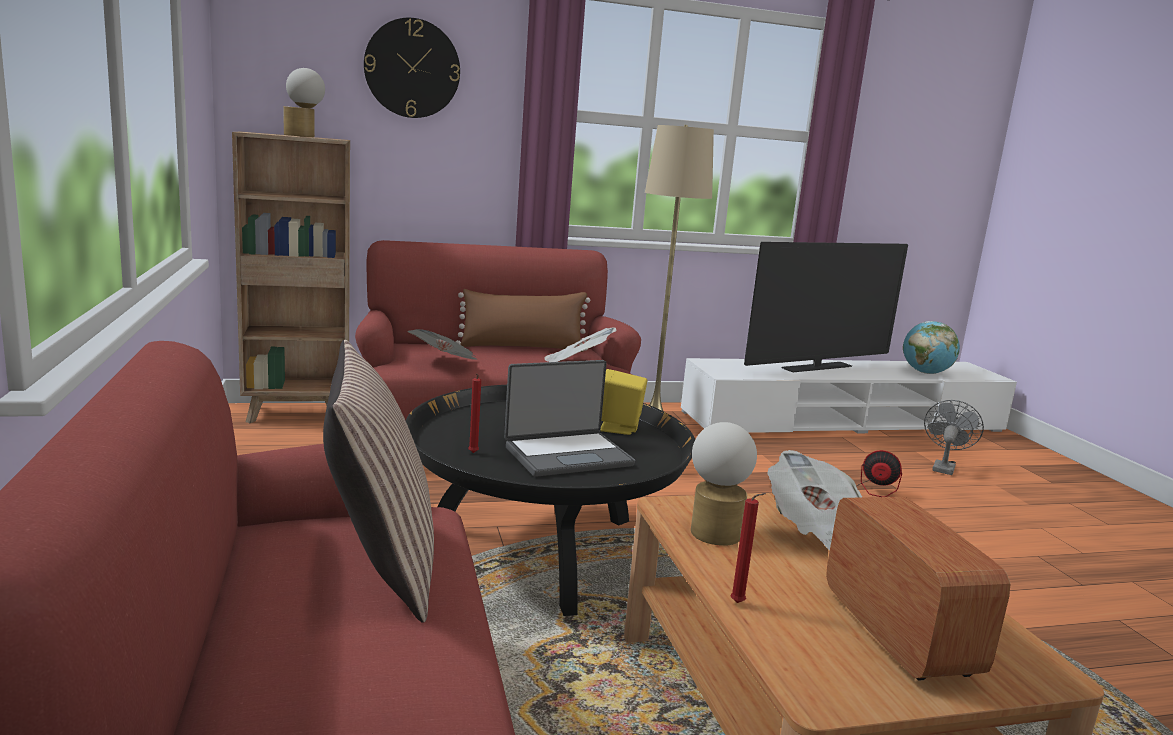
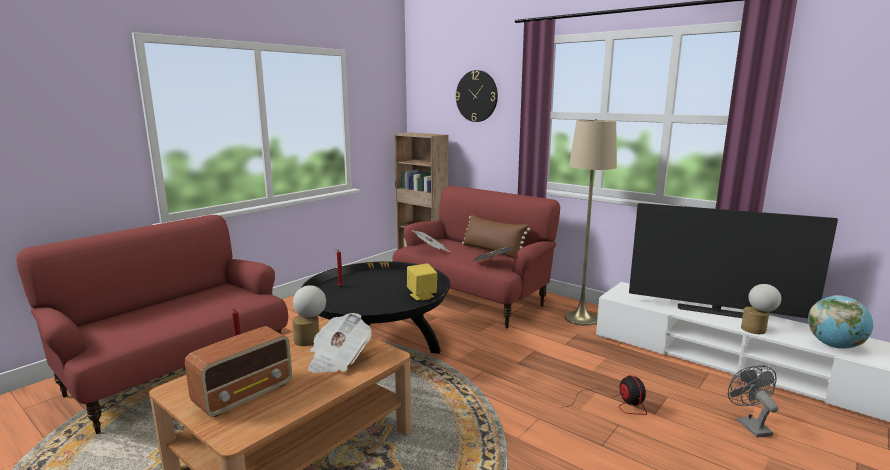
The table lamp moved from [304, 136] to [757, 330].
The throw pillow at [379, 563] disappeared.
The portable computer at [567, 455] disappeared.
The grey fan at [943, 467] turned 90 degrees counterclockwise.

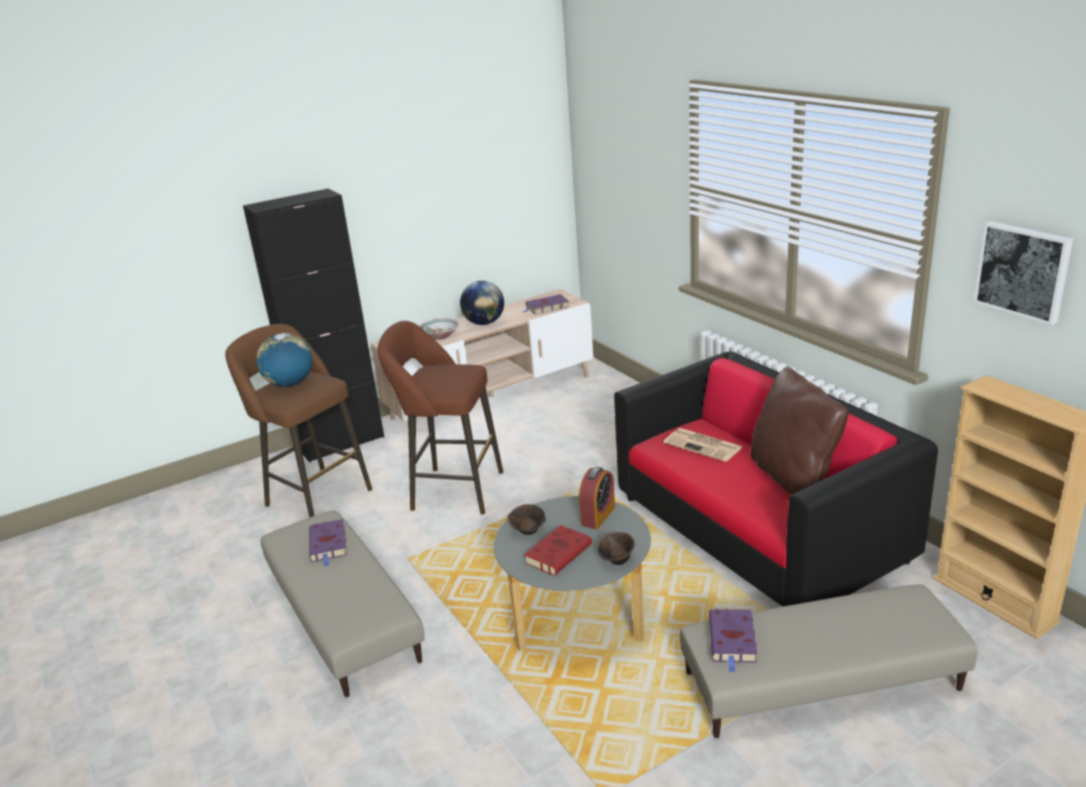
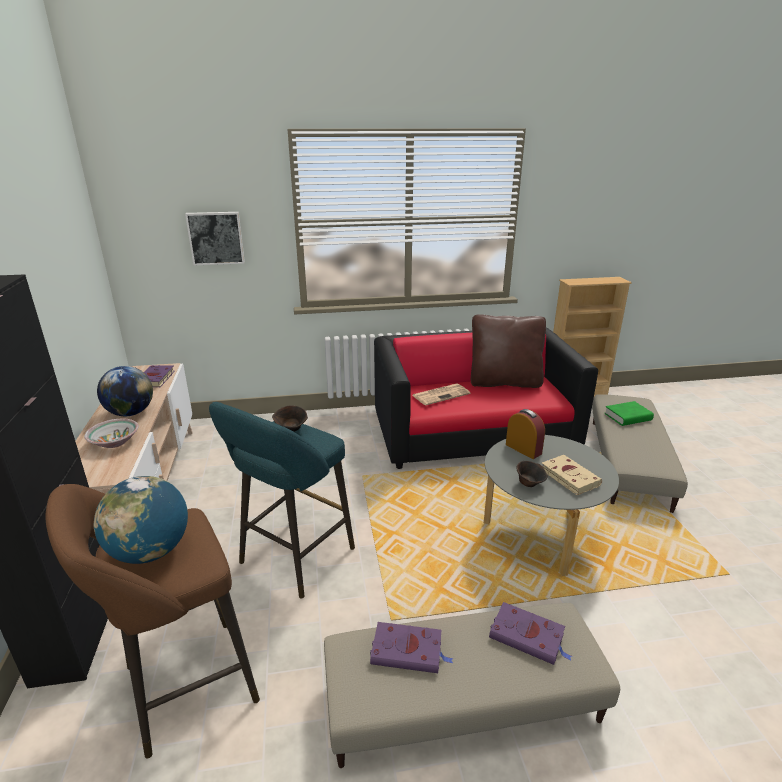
The picture moved from [1023, 270] to [216, 238].
The brown-coloured sitting stool at [452, 490] became the blue-green sitting stool at [293, 559].
The red bound book at [559, 553] became the beige-coloured bound book at [568, 476].
The brown-coloured deep dish moved from [617, 560] to [292, 429].
The purple-coloured bound book moved from [733, 641] to [528, 637].
The green-coloured bound book at [628, 417] appeared.

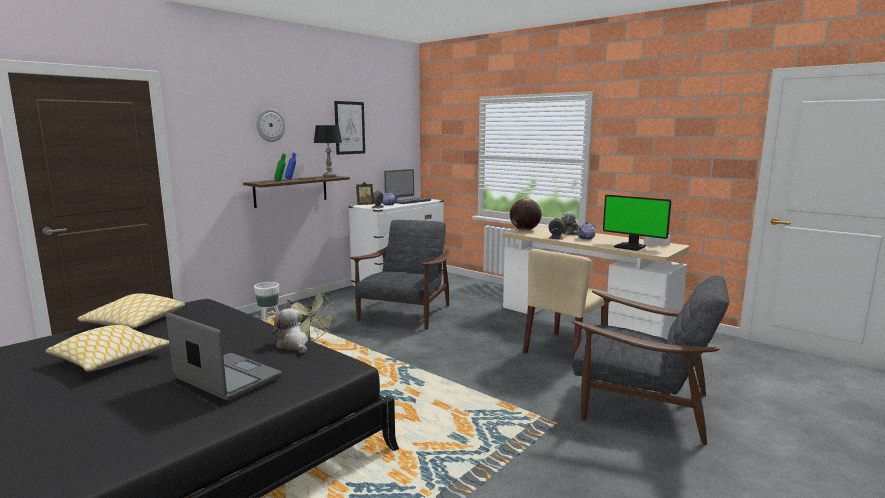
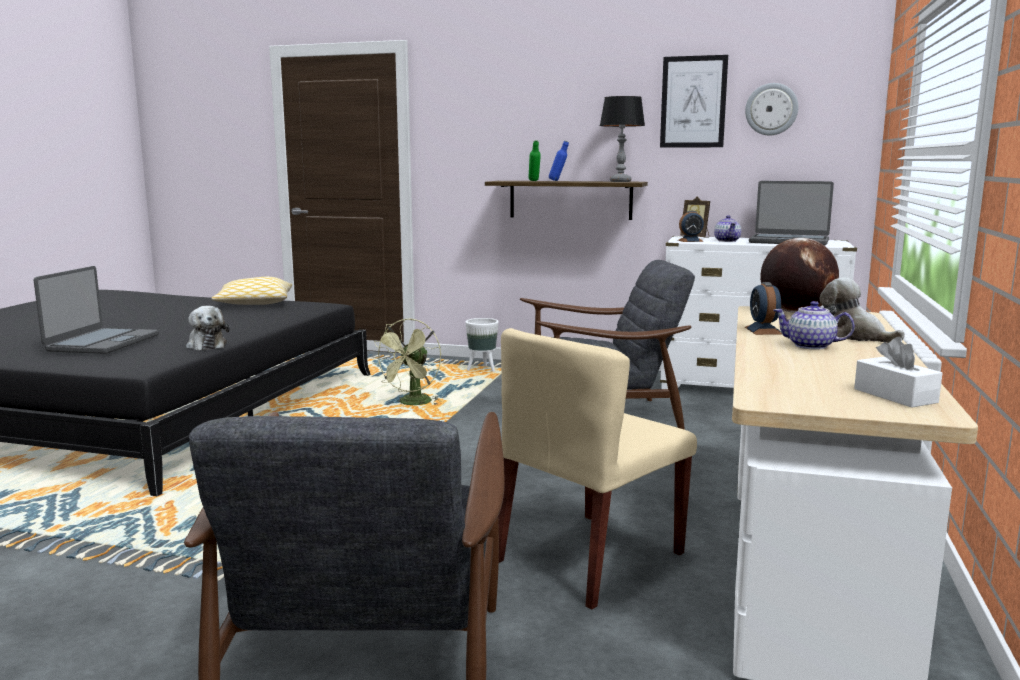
The hanging clock moved from [270, 125] to [771, 109].
The computer display at [631, 247] disappeared.
The beige-coloured upright chair at [564, 349] turned 60 degrees counterclockwise.
The soft toy at [293, 344] turned 120 degrees clockwise.
The throw pillow at [111, 359] disappeared.

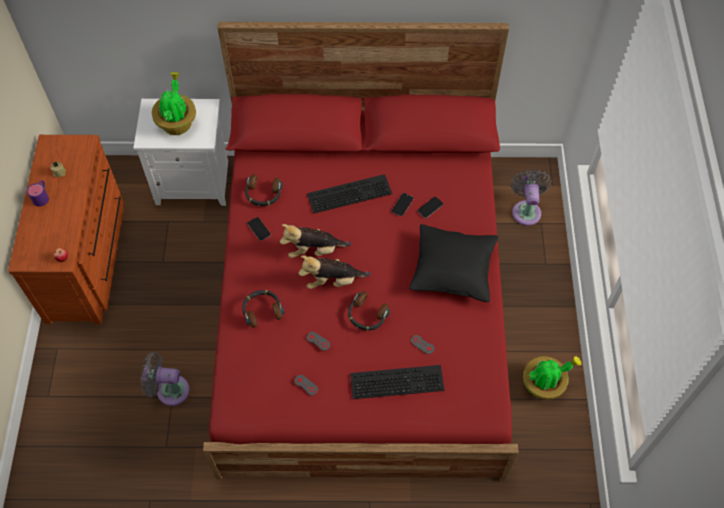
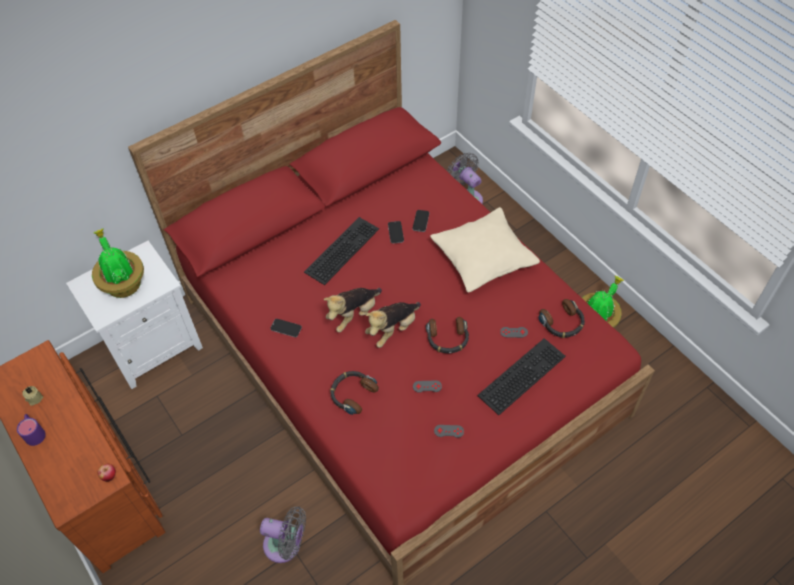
The headset moved from [263, 194] to [562, 323].
The black-coloured throw pillow at [453, 269] became the beige-coloured throw pillow at [483, 257].
The grey fan at [169, 390] turned 135 degrees counterclockwise.

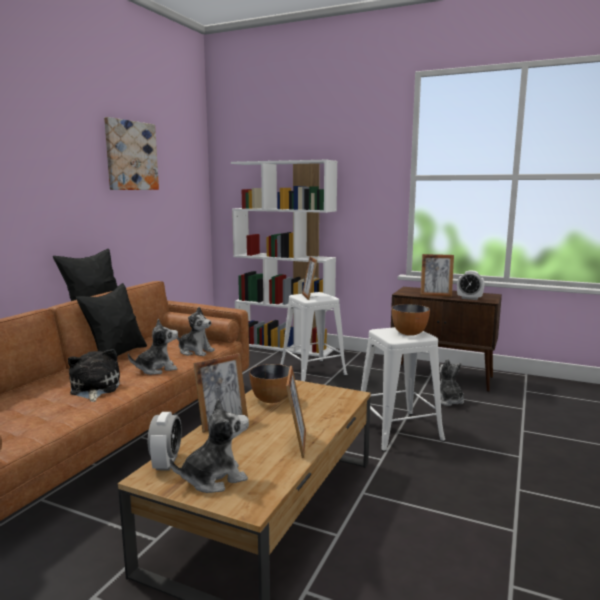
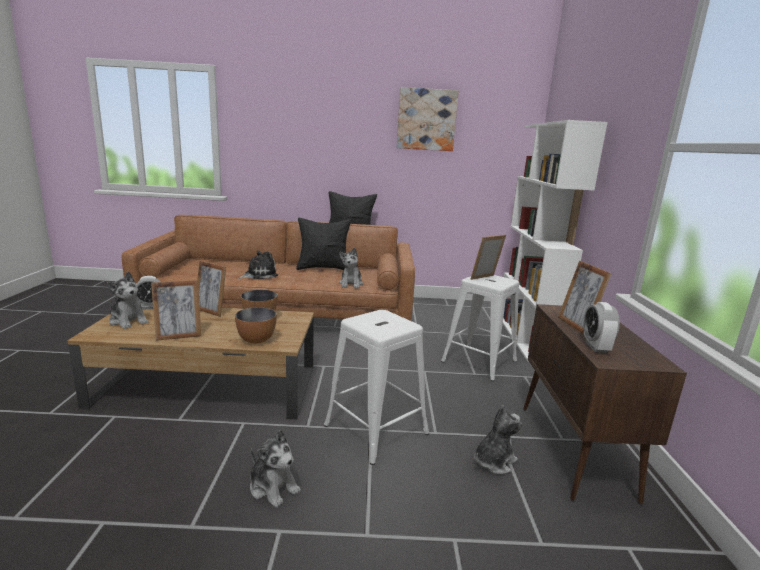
The deep dish moved from [409, 333] to [256, 340].
The soft toy moved from [156, 369] to [273, 487].

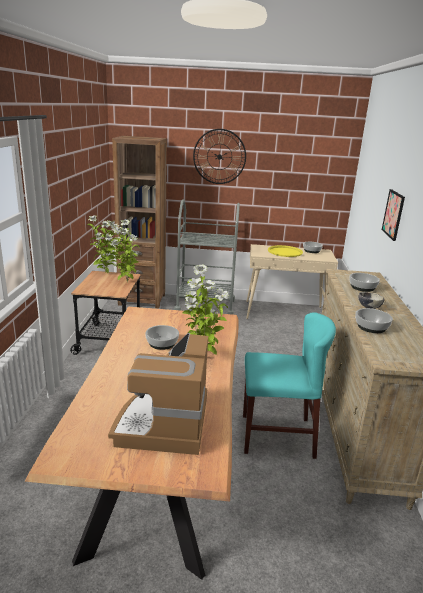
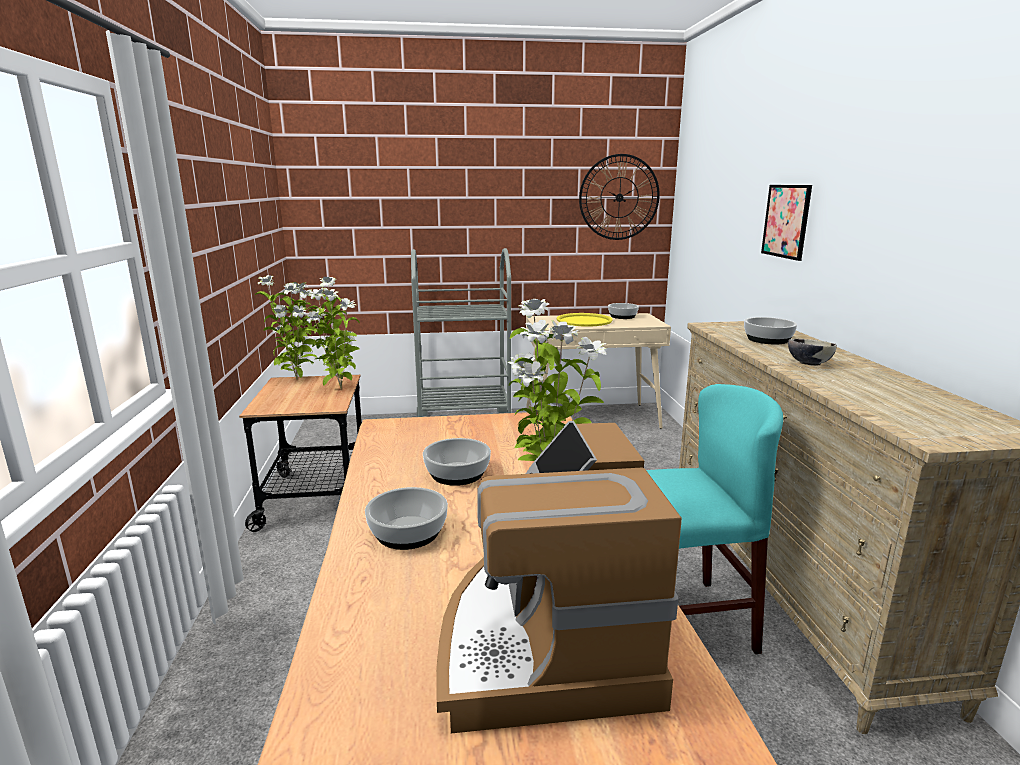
The hanging clock moved from [219, 156] to [619, 197].
The brown-coloured bookcase at [142, 300] disappeared.
The deep dish moved from [371, 327] to [408, 532].

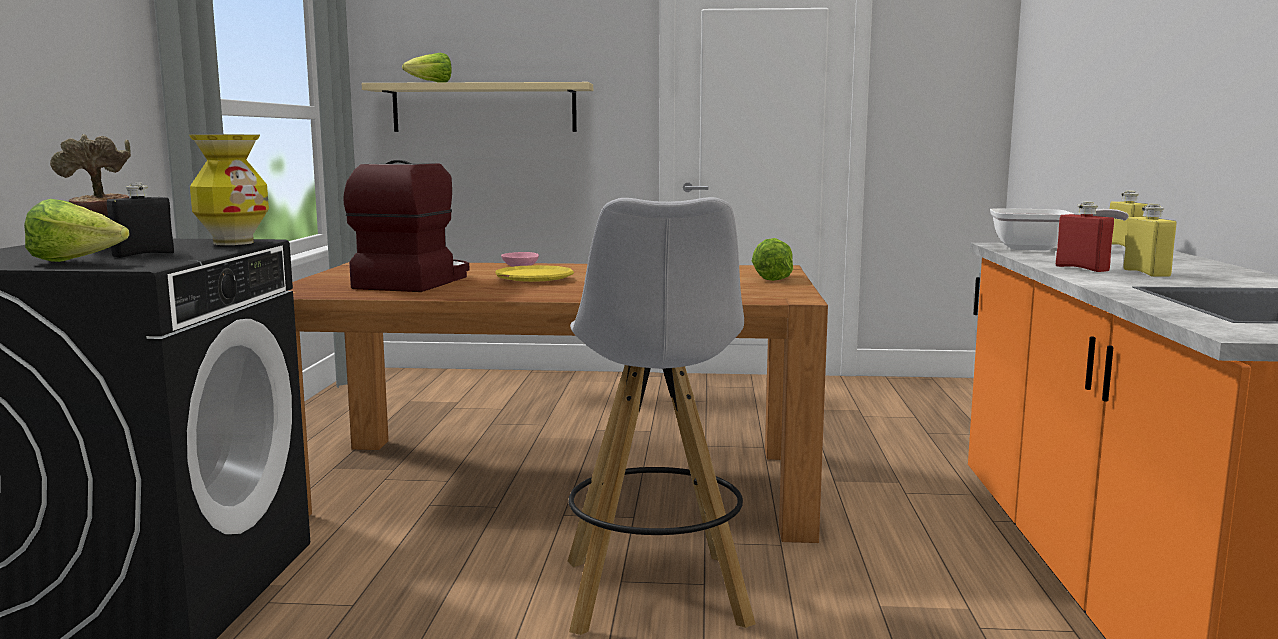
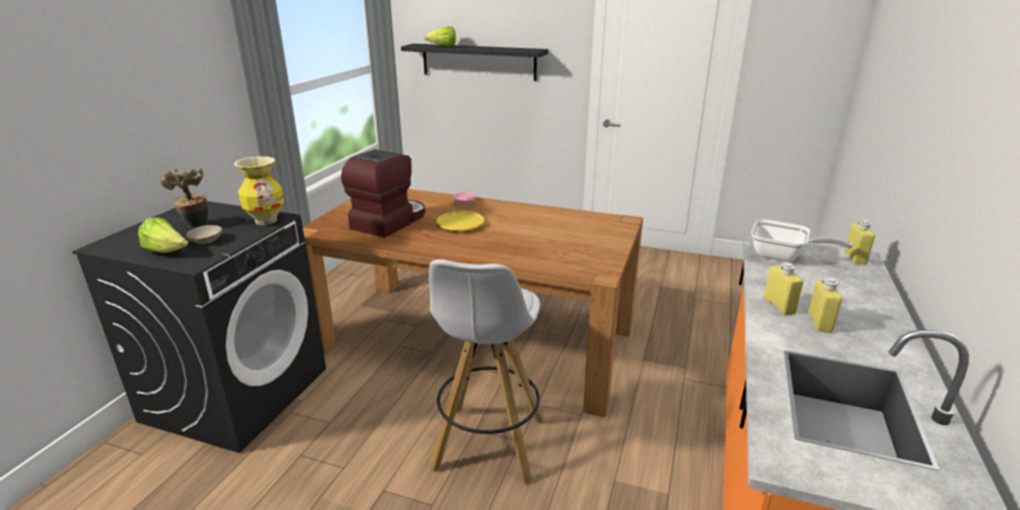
The beige-coloured shelf at [484, 108] became the black-coloured shelf at [478, 62].
The black-coloured bottle at [143, 254] was replaced by the beige-coloured deep dish at [207, 240].
The red bottle at [1081, 268] became the yellowish bottle at [779, 306].
The lettuce head at [773, 278] disappeared.

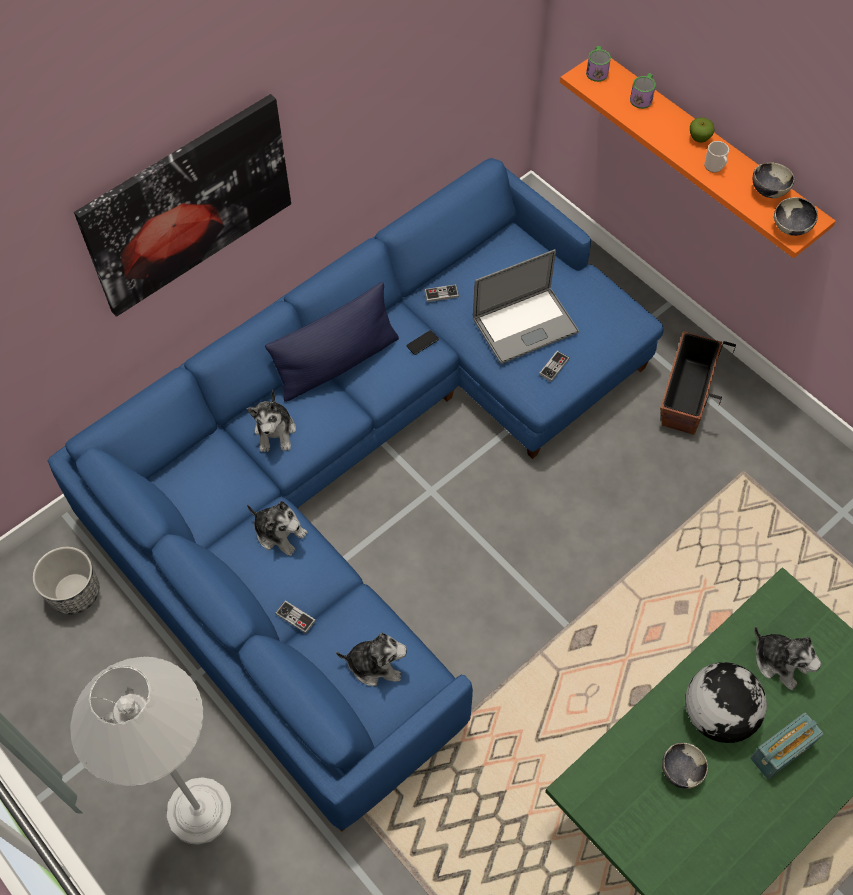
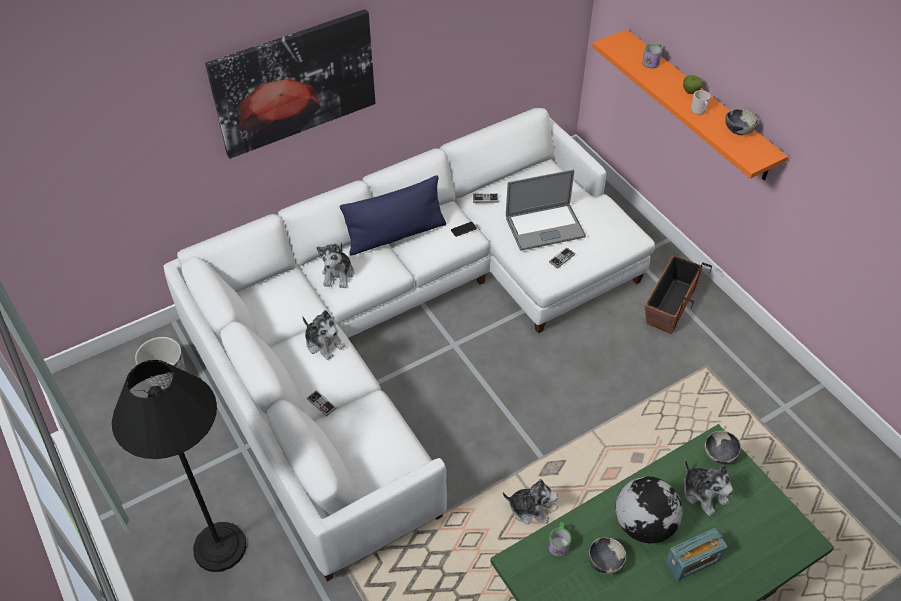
The mug moved from [596, 70] to [559, 543].
The blue-coloured settee at [366, 471] became the white-coloured settee at [406, 324].
The deep dish moved from [791, 228] to [719, 455].
The soft toy moved from [375, 664] to [530, 509].
The white-coloured floor lamp at [199, 811] became the black-coloured floor lamp at [220, 547].

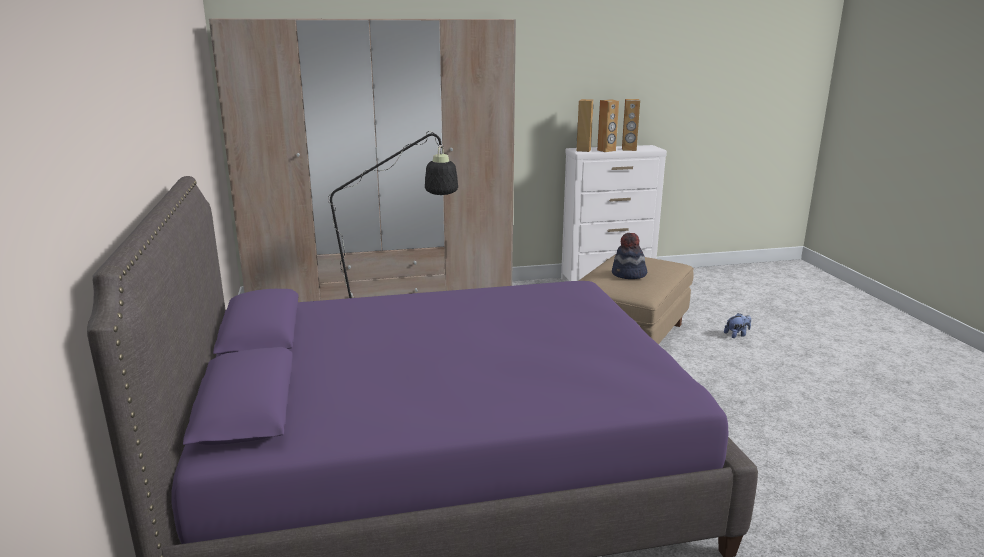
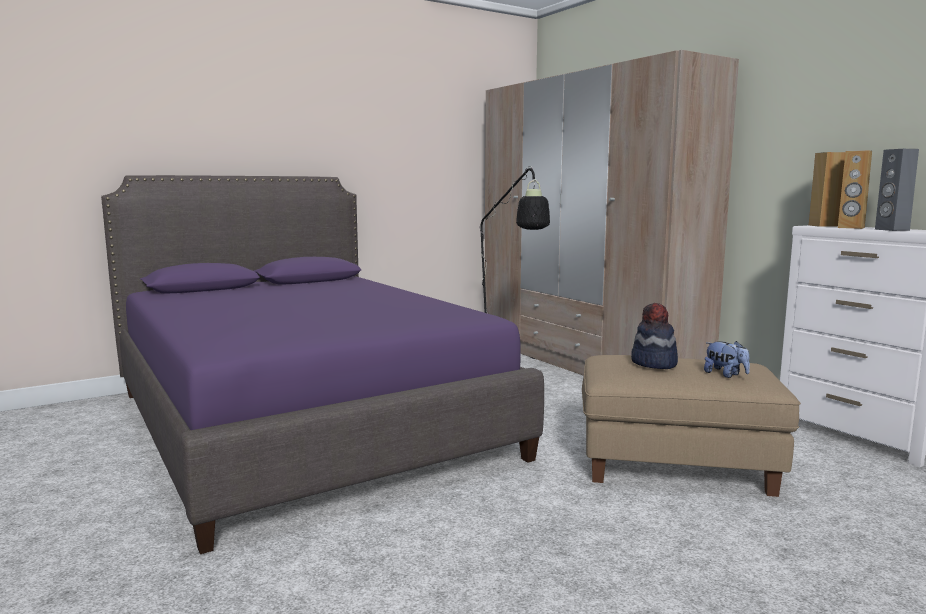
The brown-coloured loudspeaker at [629, 149] became the grey loudspeaker at [891, 230].
The soft toy moved from [737, 335] to [725, 375].

